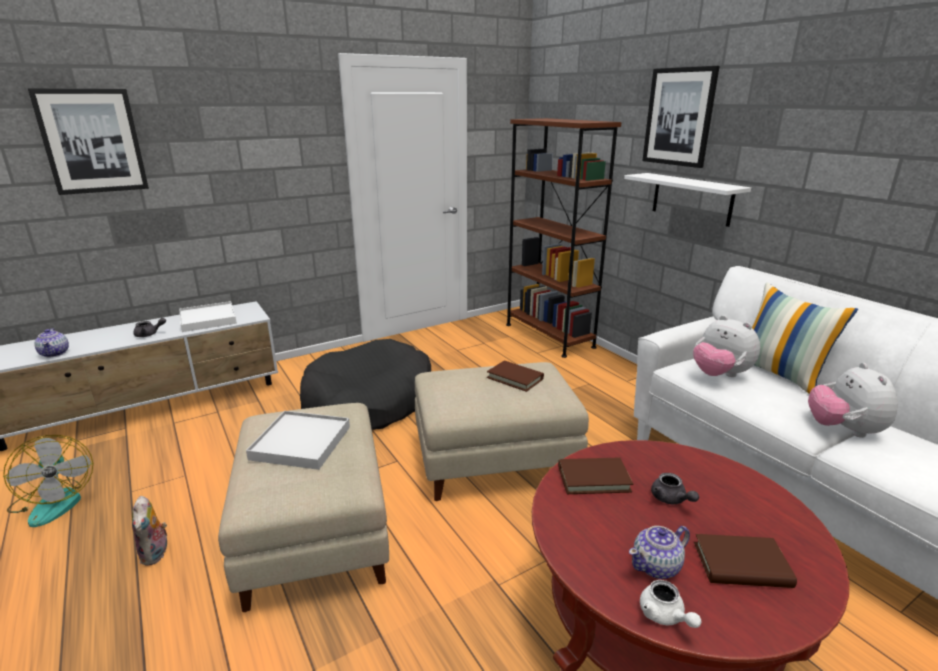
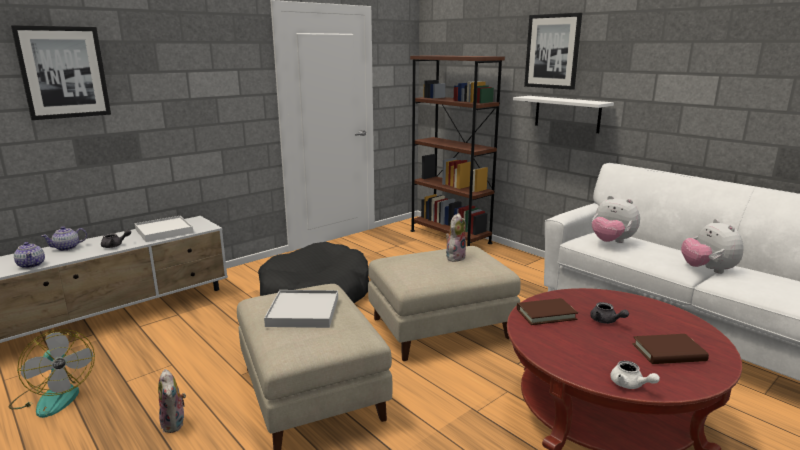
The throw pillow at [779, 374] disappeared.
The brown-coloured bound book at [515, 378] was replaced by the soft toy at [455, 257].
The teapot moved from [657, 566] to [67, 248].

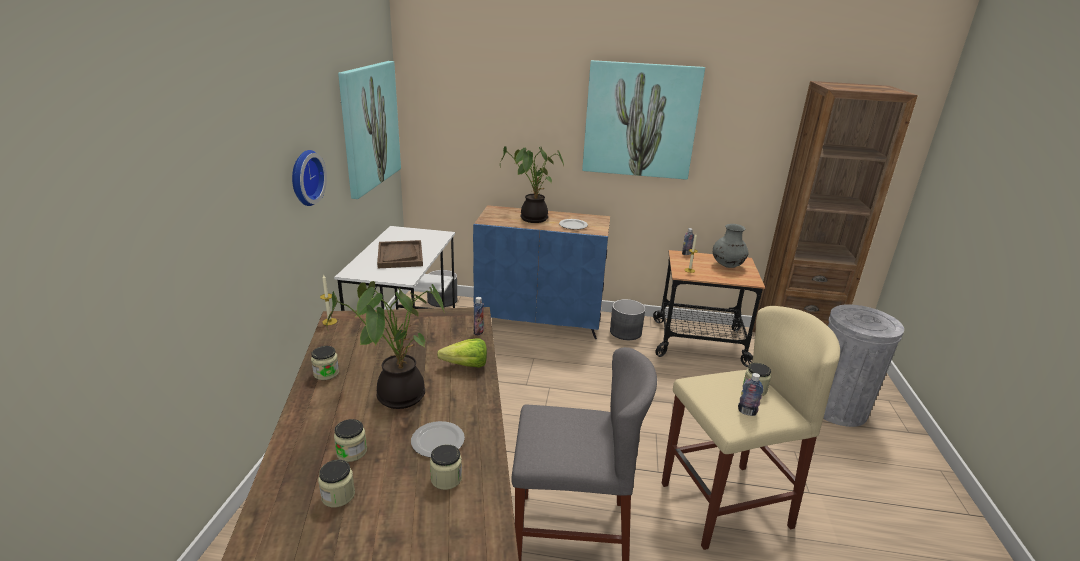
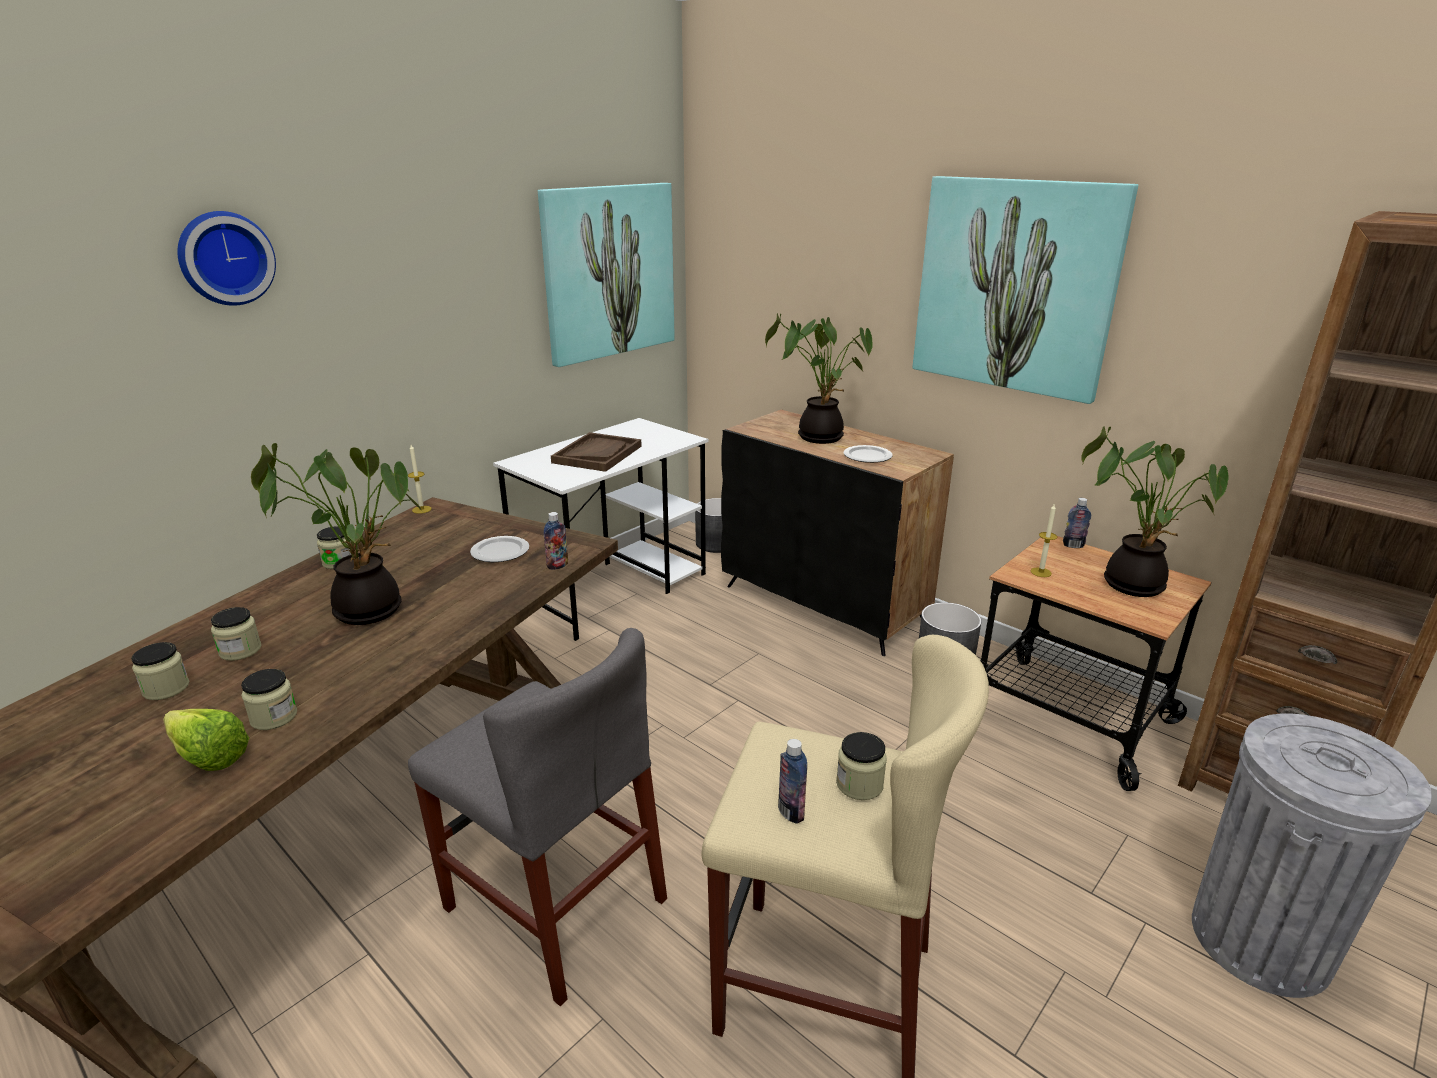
The hanging clock moved from [304, 177] to [225, 258].
The blue-coloured cupboard at [540, 320] became the black-coloured cupboard at [824, 604].
The grey flower vase at [727, 265] was replaced by the potted plant at [1132, 582].
The lettuce head moved from [462, 365] to [206, 754].
The dinner plate moved from [437, 441] to [500, 551].

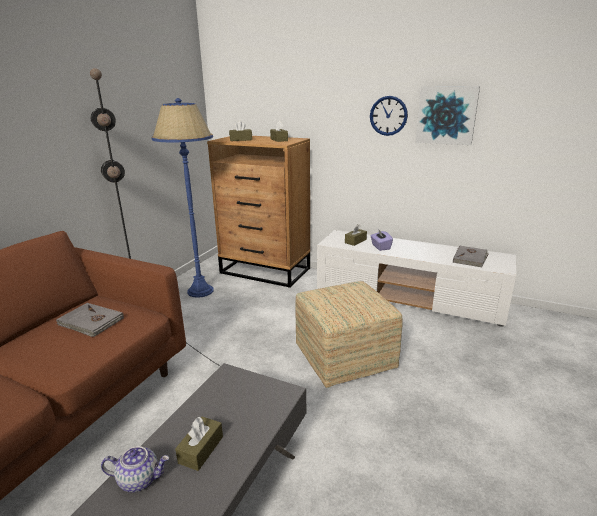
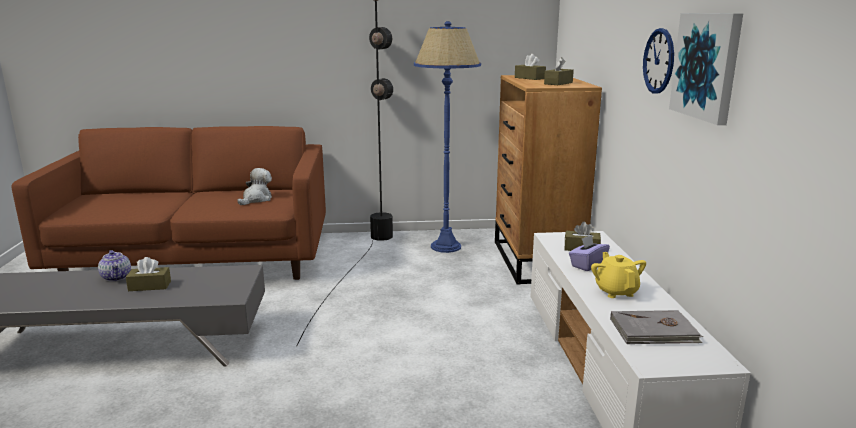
The footrest at [345, 358] disappeared.
The grey bound book at [90, 322] was replaced by the soft toy at [256, 199].
The yellowish teapot at [616, 291] appeared.

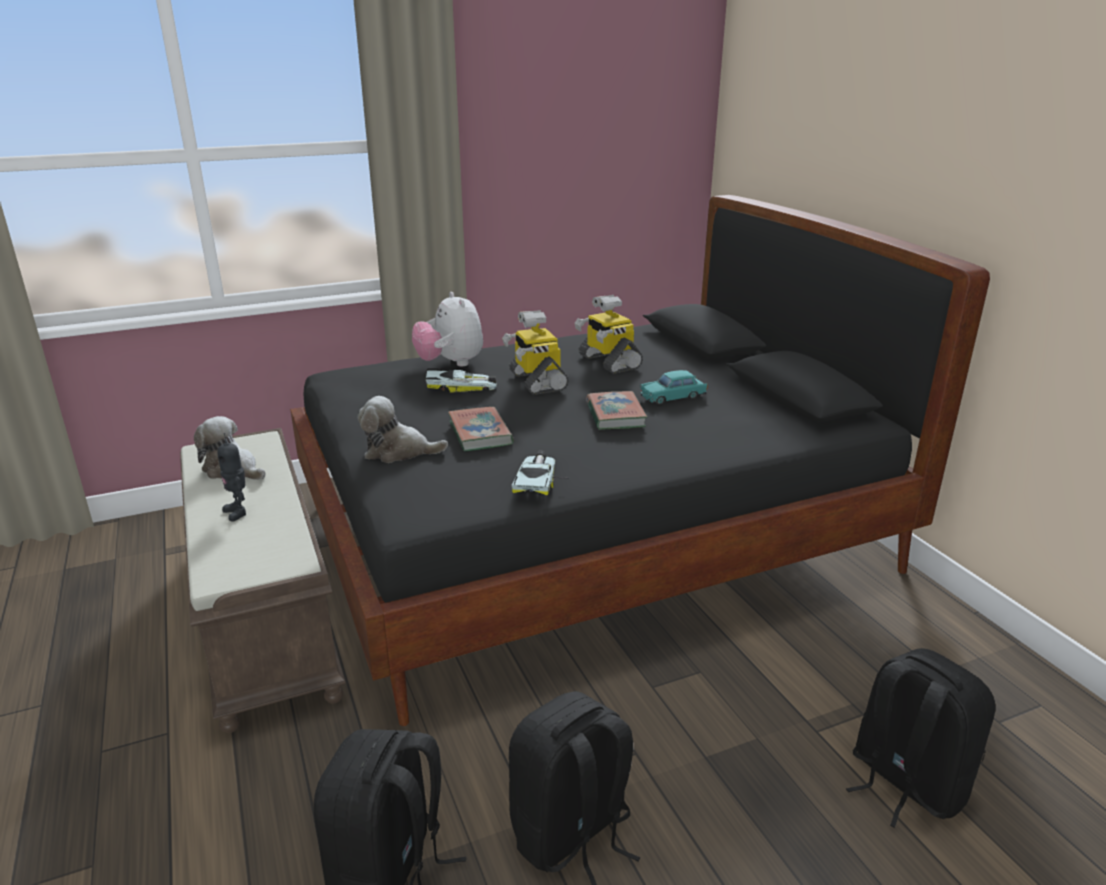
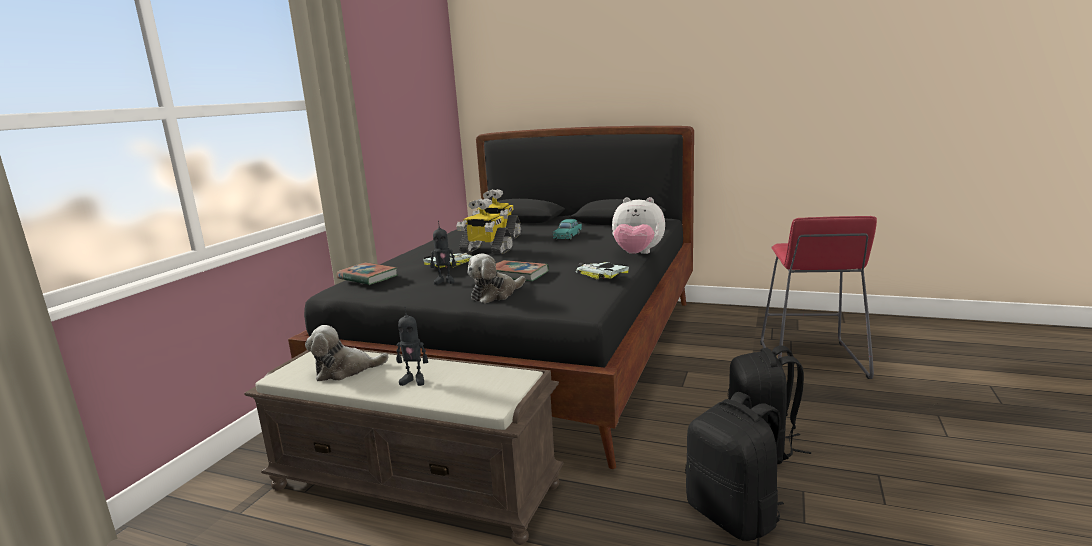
The soft toy moved from [450, 363] to [637, 254].
The bound book moved from [615, 415] to [367, 277].
The black-coloured backpack at [905, 782] was replaced by the red sitting stool at [811, 360].
The model robot at [445, 281] appeared.

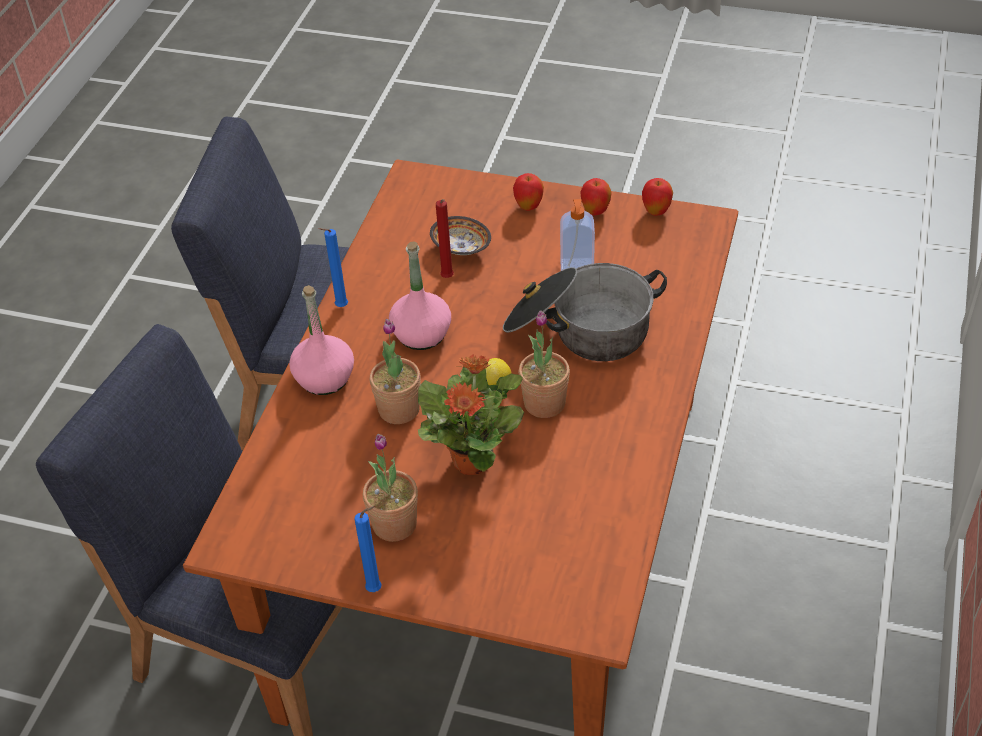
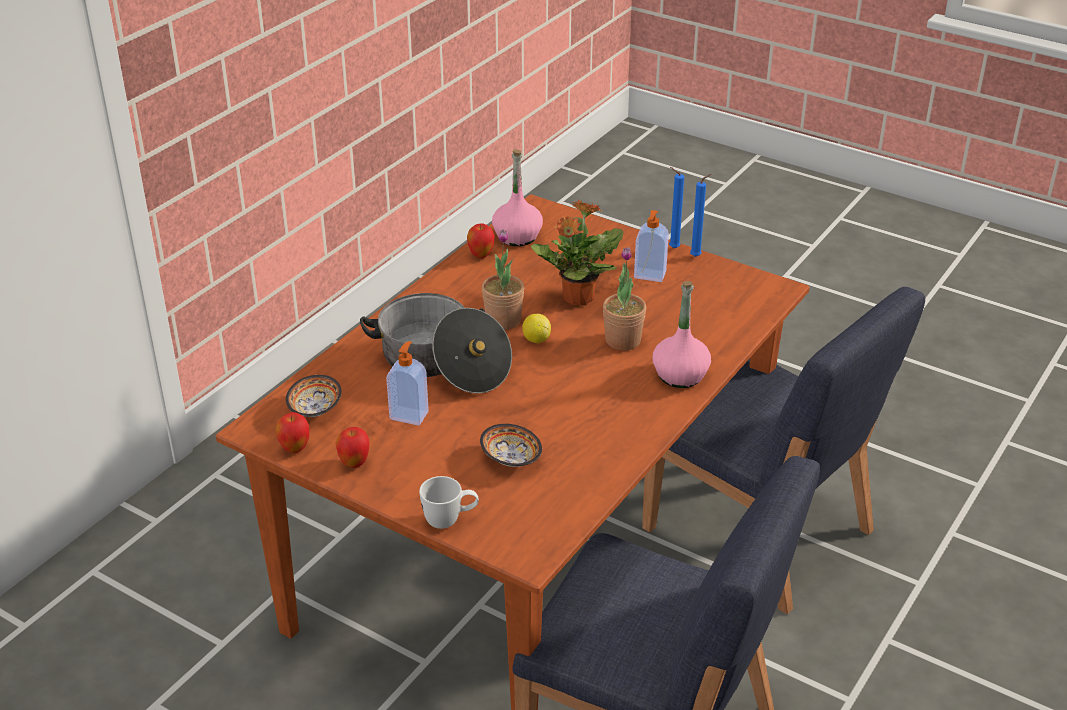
The apple moved from [528, 207] to [481, 255].
The red candle at [447, 279] disappeared.
The blue-coloured candle moved from [340, 307] to [697, 256].
The pink bottle moved from [421, 334] to [517, 236].
The potted plant at [394, 524] was replaced by the liquid soap bottle at [649, 275].
The deep dish at [313, 410] appeared.
The white-coloured mug at [450, 520] appeared.

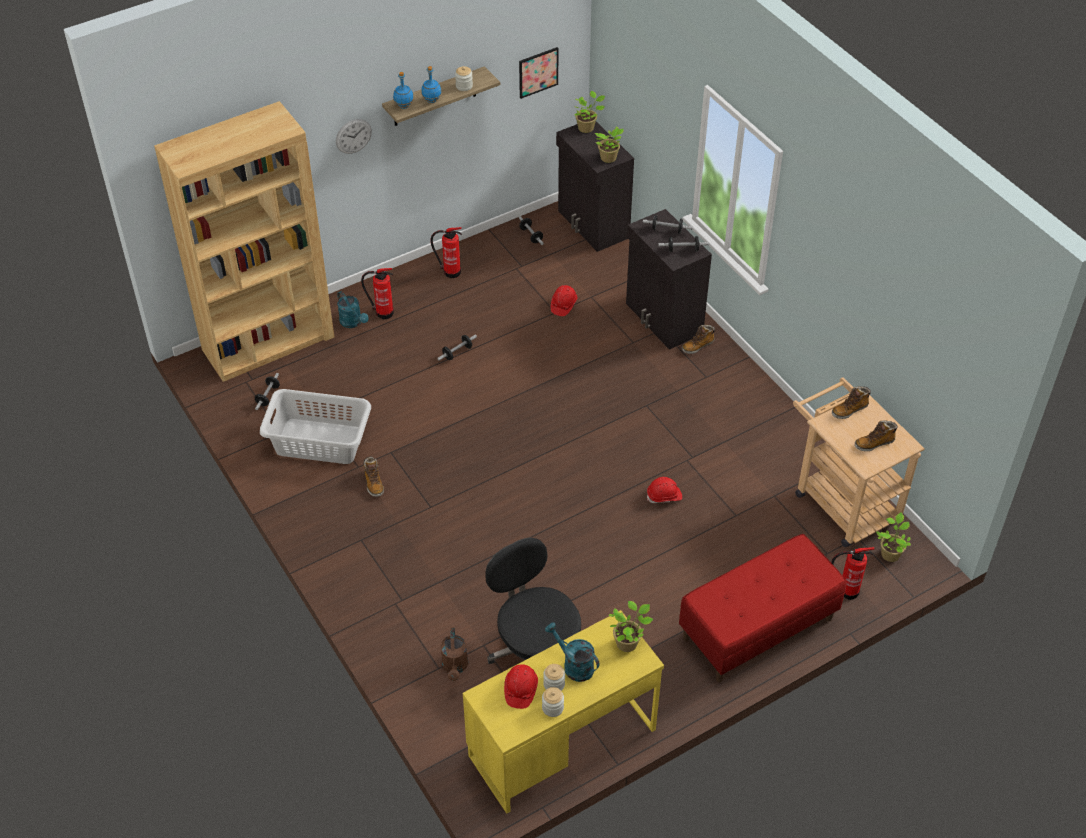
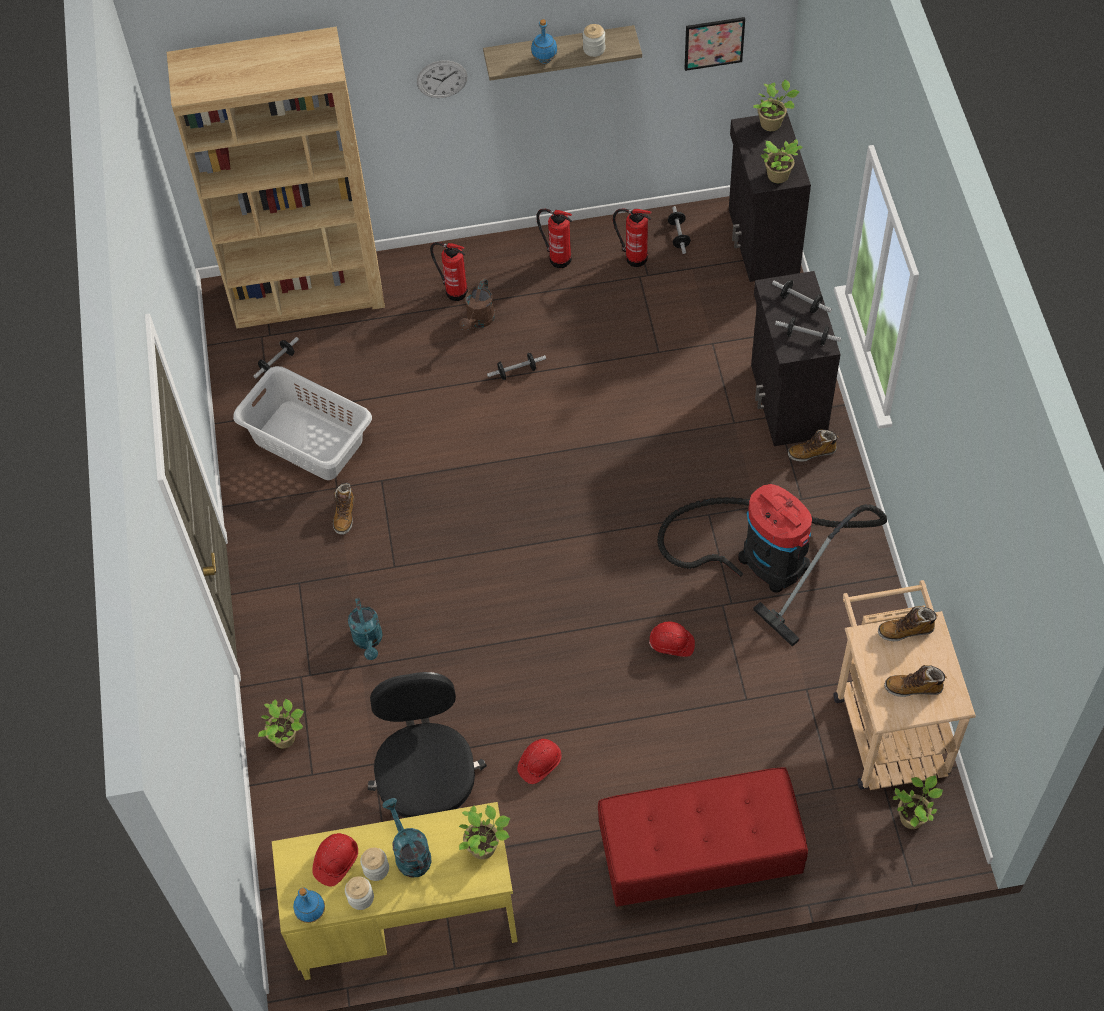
The blue-coloured bottle moved from [403, 106] to [311, 912].
The red work helmet moved from [563, 305] to [539, 763].
The blue-green sprinkling can moved from [353, 323] to [368, 640].
The extinguisher moved from [846, 590] to [634, 257].
The brown-coloured sprinkling can moved from [455, 667] to [479, 320].
The vacuum at [766, 558] appeared.
The potted plant at [286, 737] appeared.

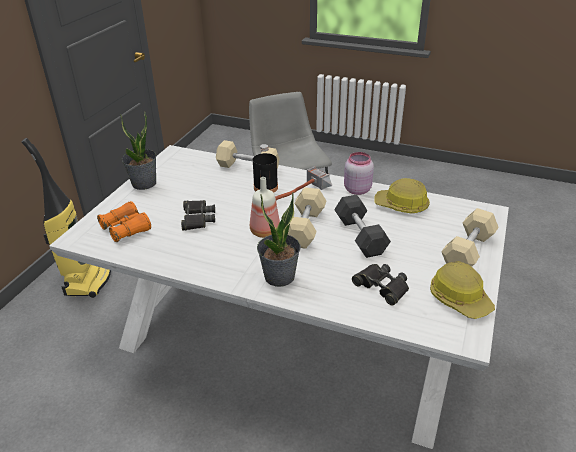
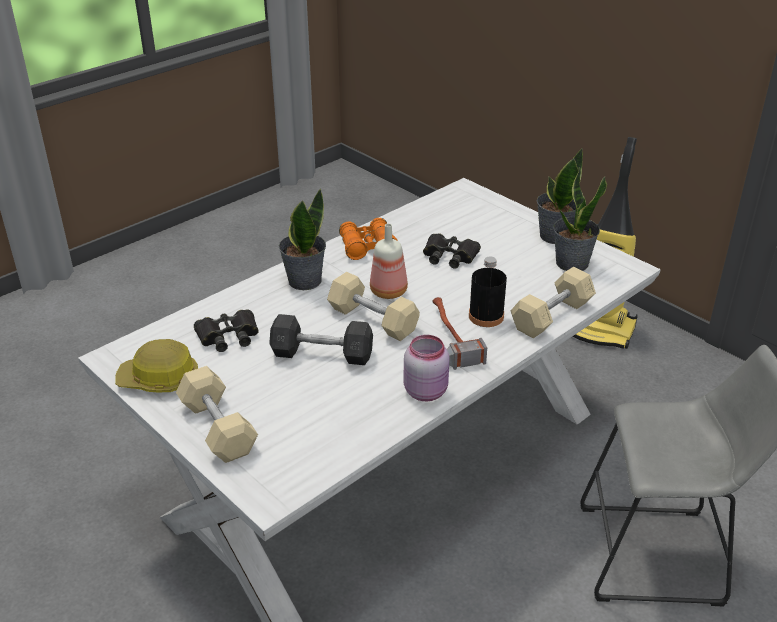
The work helmet at [401, 205] disappeared.
The orange-coloured field glasses moved from [126, 229] to [368, 247].
The potted plant at [571, 263] appeared.

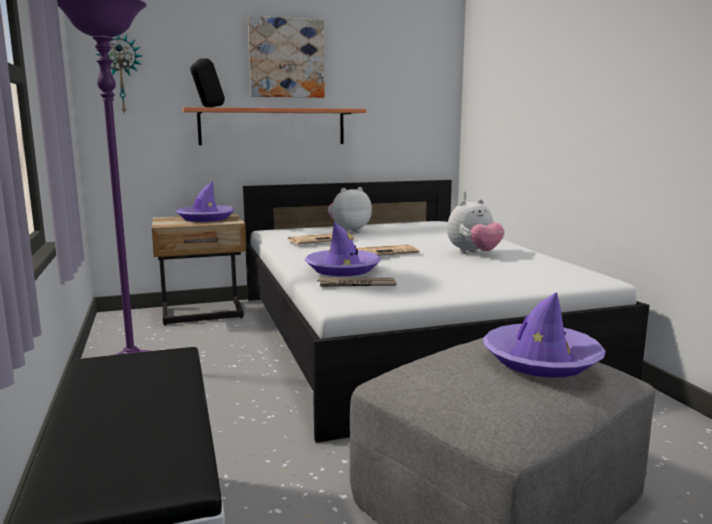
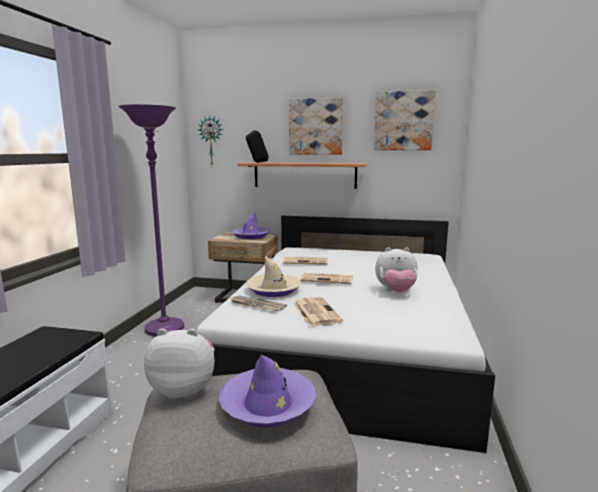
The soft toy moved from [349, 231] to [184, 390].
The purple-coloured hat at [342, 269] became the beige-coloured hat at [273, 290].
The picture at [403, 121] appeared.
The printed paper at [315, 311] appeared.

